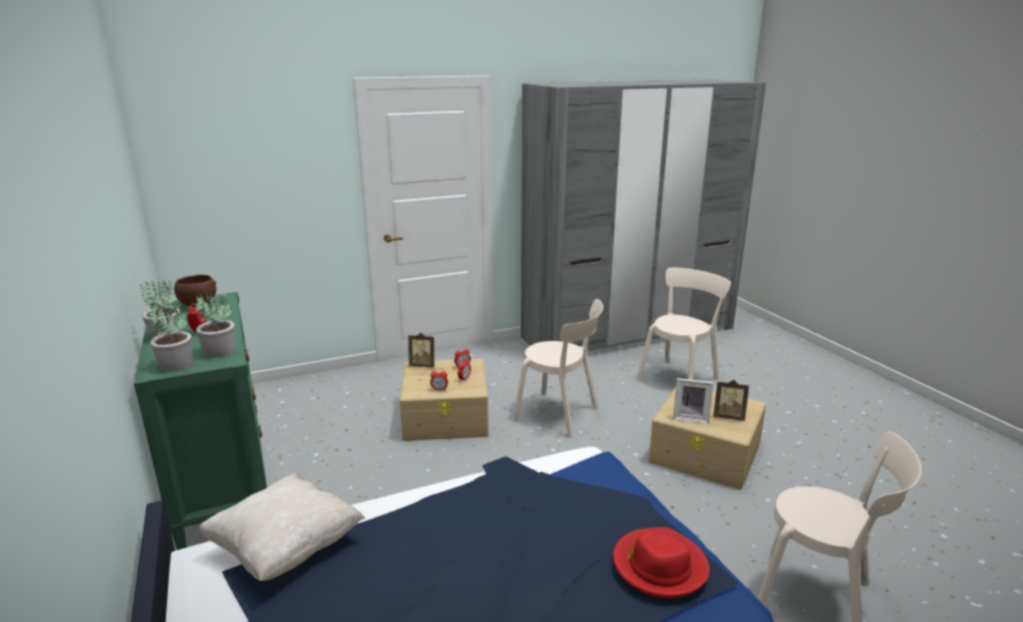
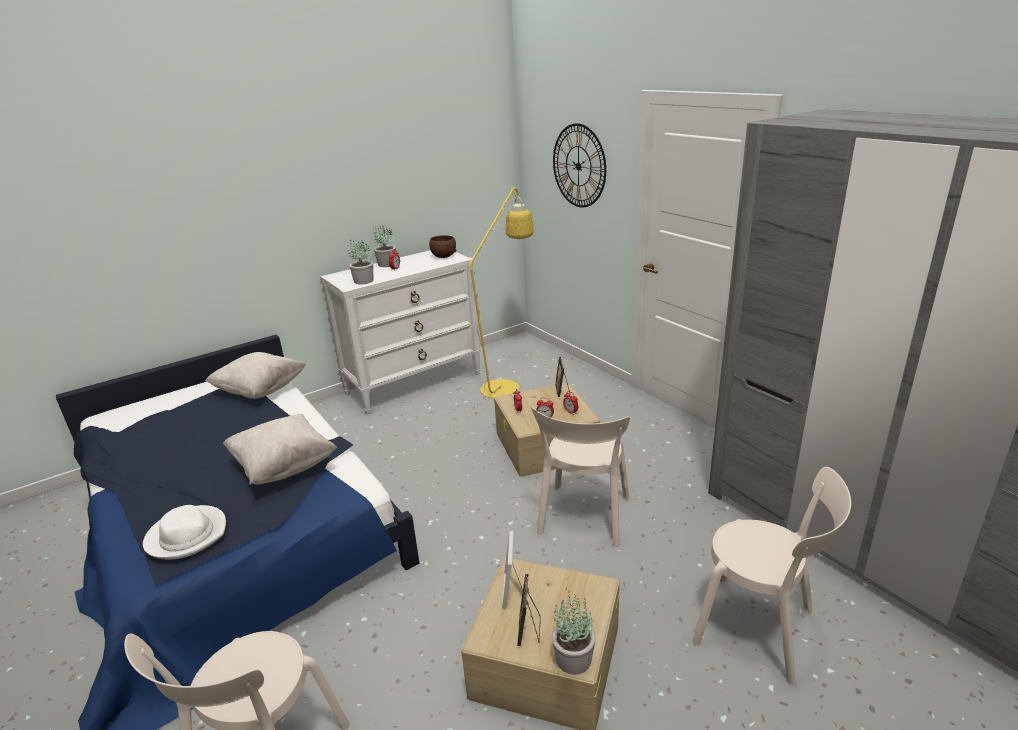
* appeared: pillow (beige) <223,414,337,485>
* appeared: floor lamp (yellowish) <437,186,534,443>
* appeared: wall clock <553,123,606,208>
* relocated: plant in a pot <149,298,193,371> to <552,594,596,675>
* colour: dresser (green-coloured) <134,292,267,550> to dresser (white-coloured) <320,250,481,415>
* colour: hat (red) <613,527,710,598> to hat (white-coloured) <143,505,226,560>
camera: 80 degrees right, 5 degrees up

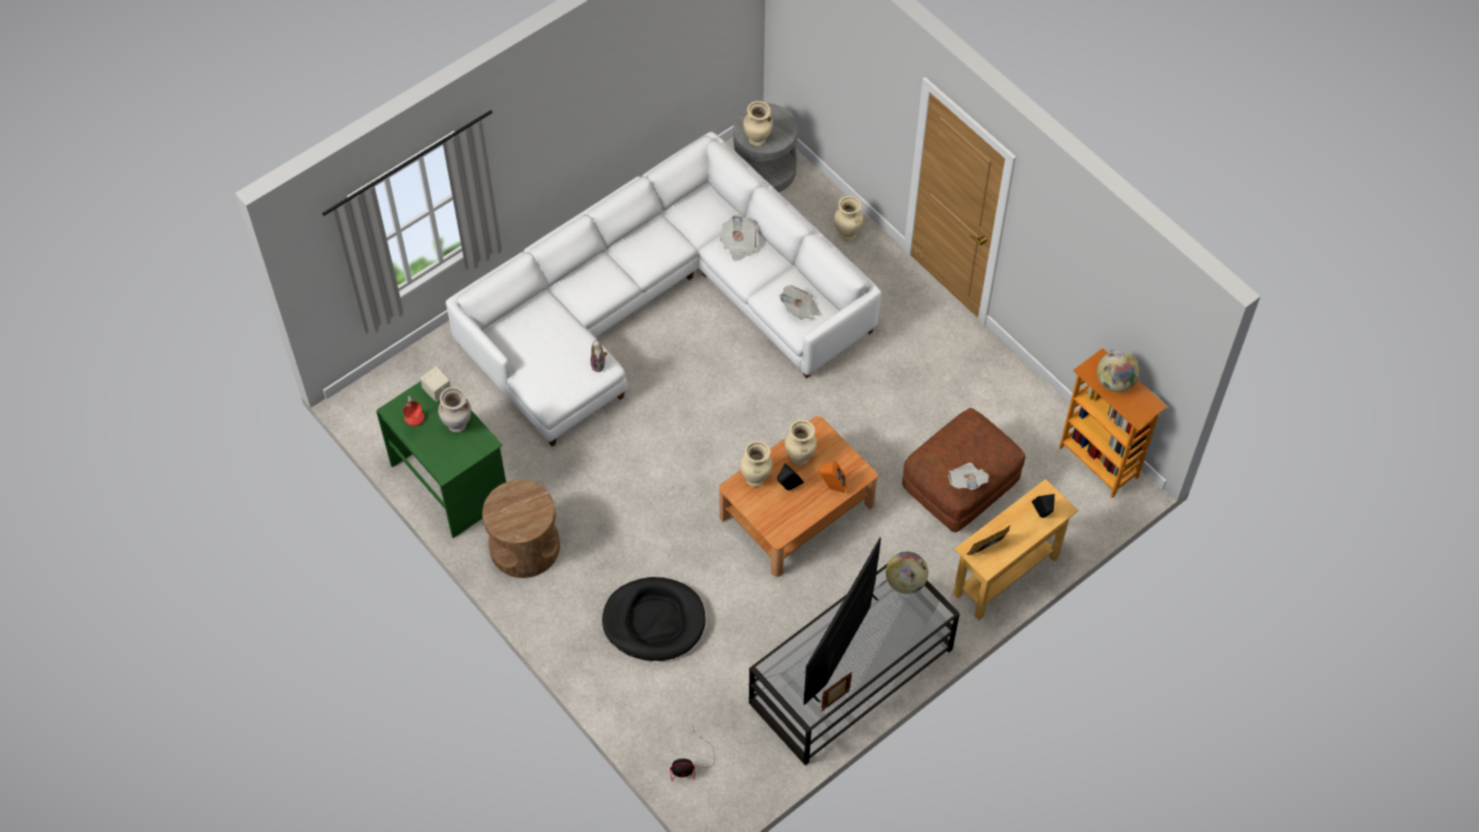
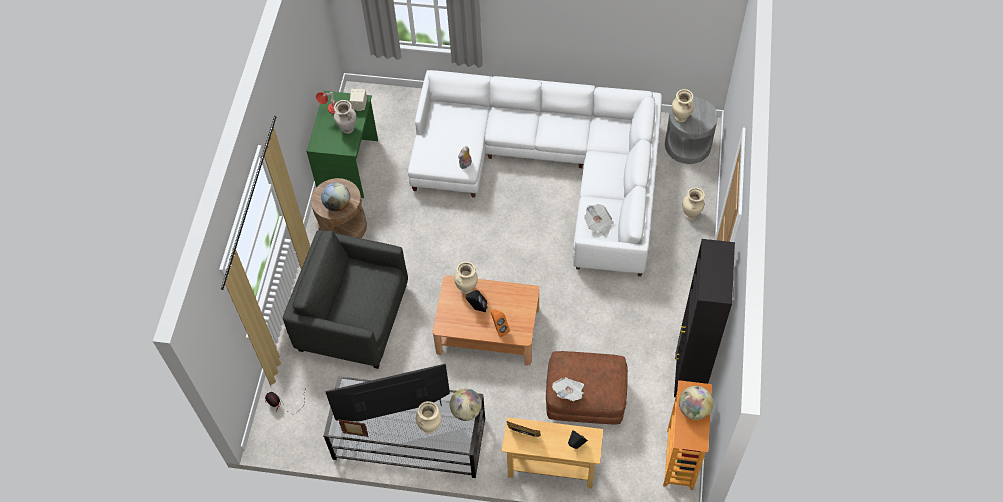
* missing: daily paper <720,215,757,261>
* appeared: globe <321,183,350,211>
* appeared: cabinet (blackish) <674,239,735,397>
* relocated: decorative vase (beige) <785,420,817,466> to <416,401,441,434>
* exchanged: dog bed (blackish) <602,577,706,661> to easy chair (greyish) <283,230,408,369>
camera: 50 degrees right, 0 degrees up

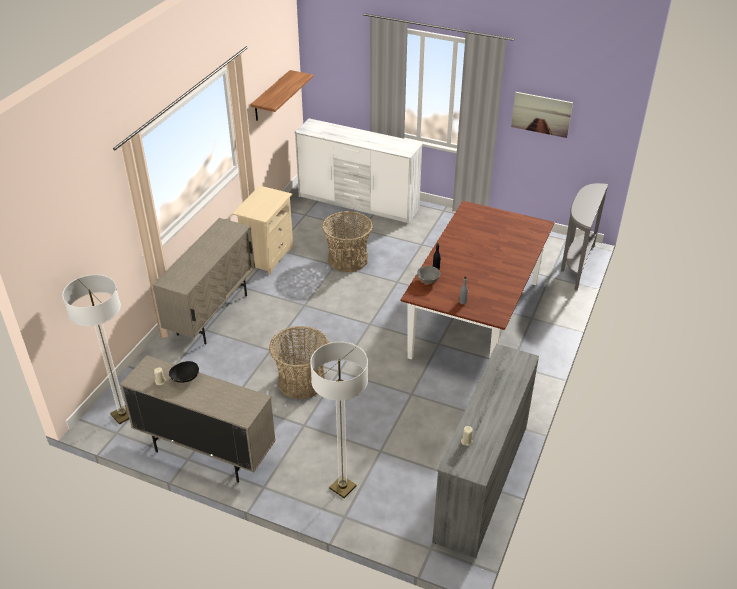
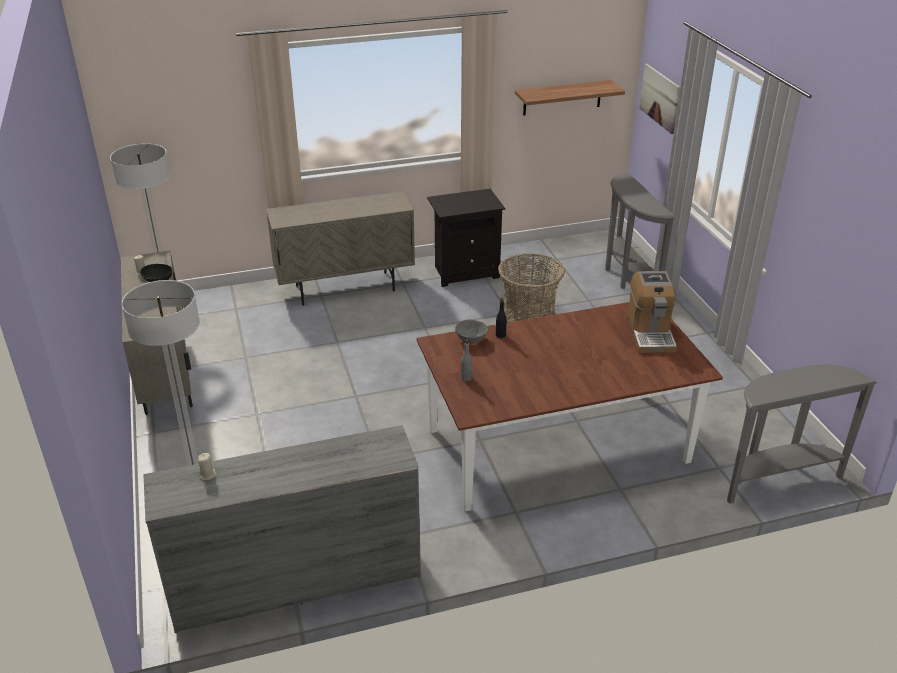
* missing: household basket <269,326,329,399>
* appeared: coffee maker <627,271,677,353>
* relocated: picture <511,92,573,138> to <639,64,680,134>
* exchanged: dresser (white-coloured) <294,118,423,224> to narrow table (greyish) <605,172,675,289>
* colour: nightstand (beige) <232,186,293,274> to nightstand (blackish) <427,189,505,287>
camera: 50 degrees right, 5 degrees down

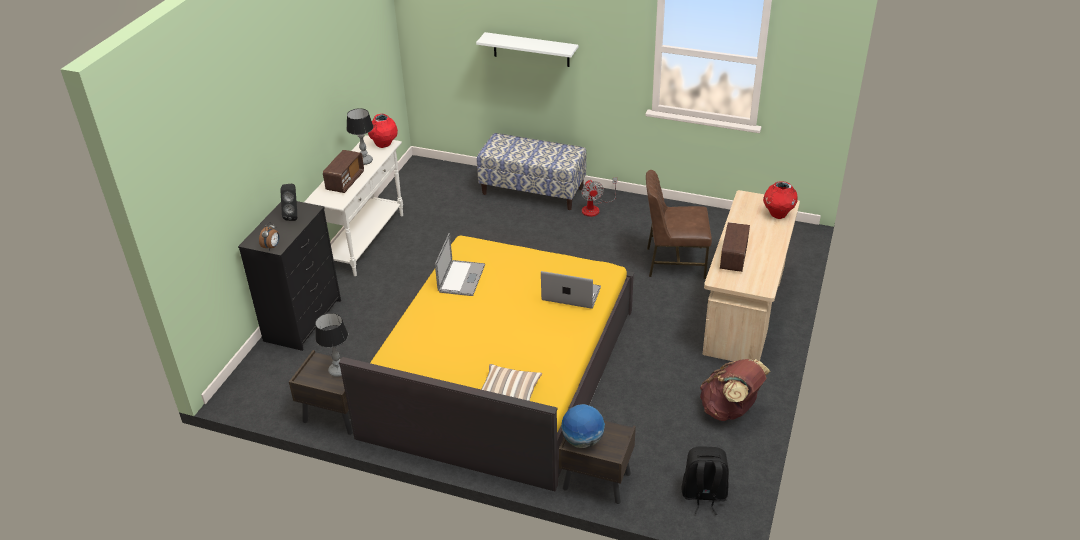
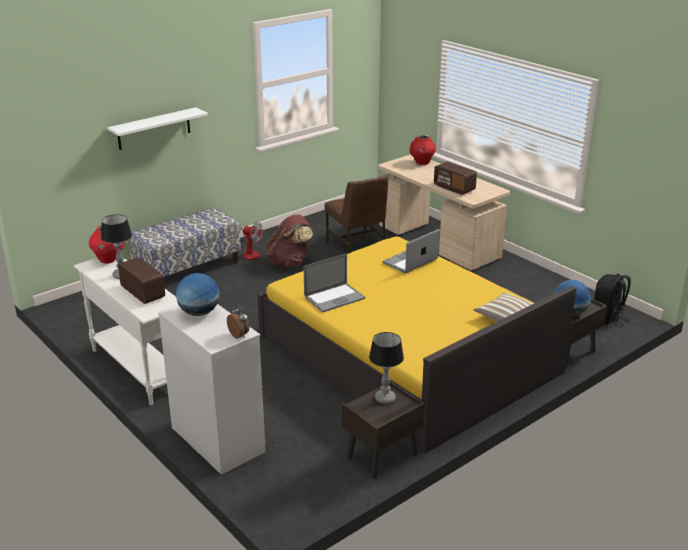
* relocated: knapsack (brown-coloured) <700,359,771,421> to <265,214,313,267>
* exchanged: loudspeaker (blackish) <280,184,297,221> to globe <176,273,219,316>
* colour: dresser (blackish) <238,201,341,351> to dresser (white-coloured) <158,304,266,475>
* spun: portable computer <435,233,485,296> = <304,254,365,312> 105 degrees clockwise
* spun: upright chair (brown-coloured) <646,170,712,279> = <325,174,388,253> 60 degrees counterclockwise
camera: 60 degrees left, 10 degrees down

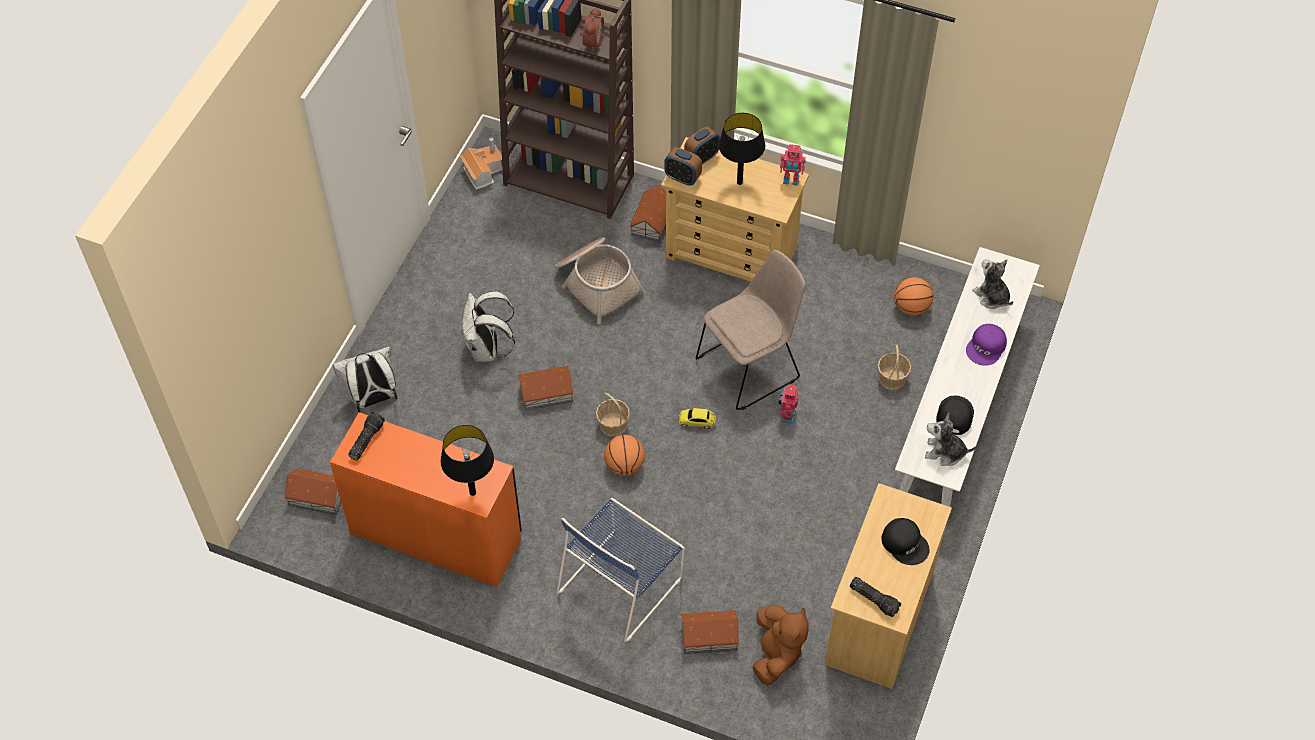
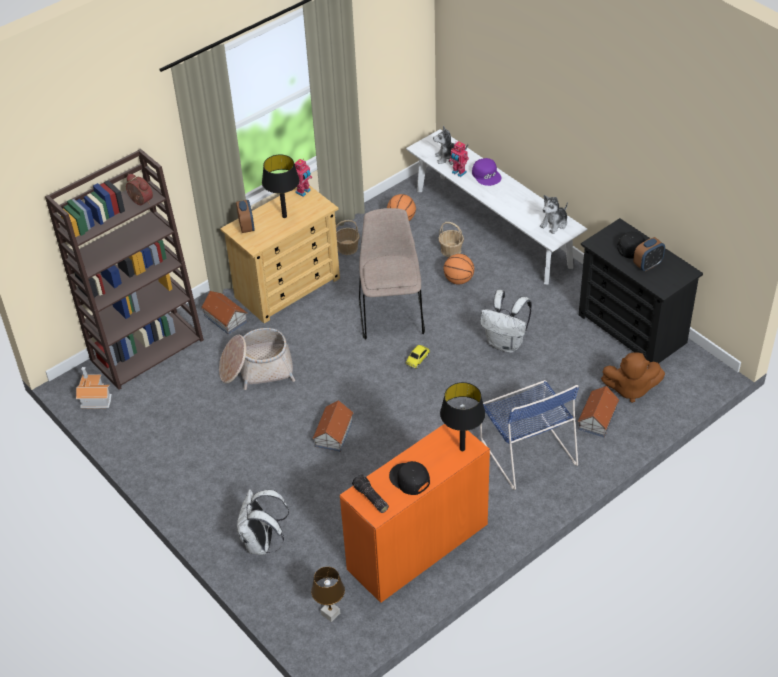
* missing: flashlight <850,577,901,617>
* relocated: knapsack (white-coloured) <461,291,515,362> to <480,290,532,353>
* relocated: household basket <596,392,630,437> to <336,220,360,255>
* relocated: basketball ball <604,435,645,476> to <444,254,474,285>
* relocated: bedside clock <664,147,702,186> to <633,237,665,271>
* relocated: model robot <778,384,799,424> to <449,141,469,177>
* relocated: peaked cap (blackish) <936,396,974,435> to <389,461,430,495>
* exchanged: toy house <284,468,341,515> to tabletop lamp (brown-coloured) <311,567,345,622>
* colour: dresser (beige) <825,483,952,689> to dresser (blackish) <579,218,703,363>
* spun: cuddly toy (brown-coloured) <753,605,809,685> = <601,352,665,403> 150 degrees clockwise
camera: 60 degrees left, 10 degrees down

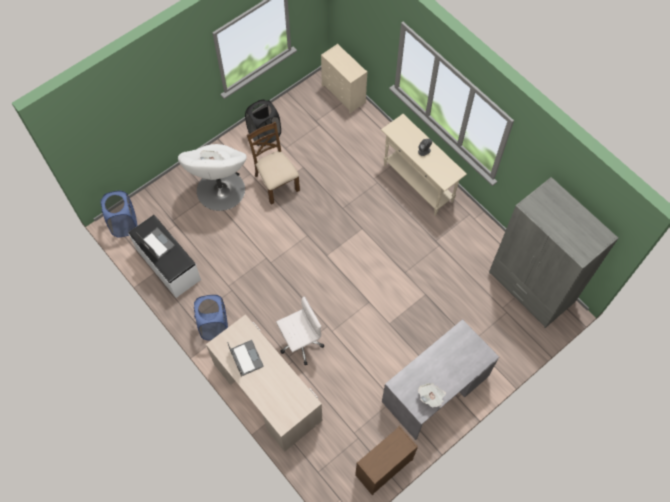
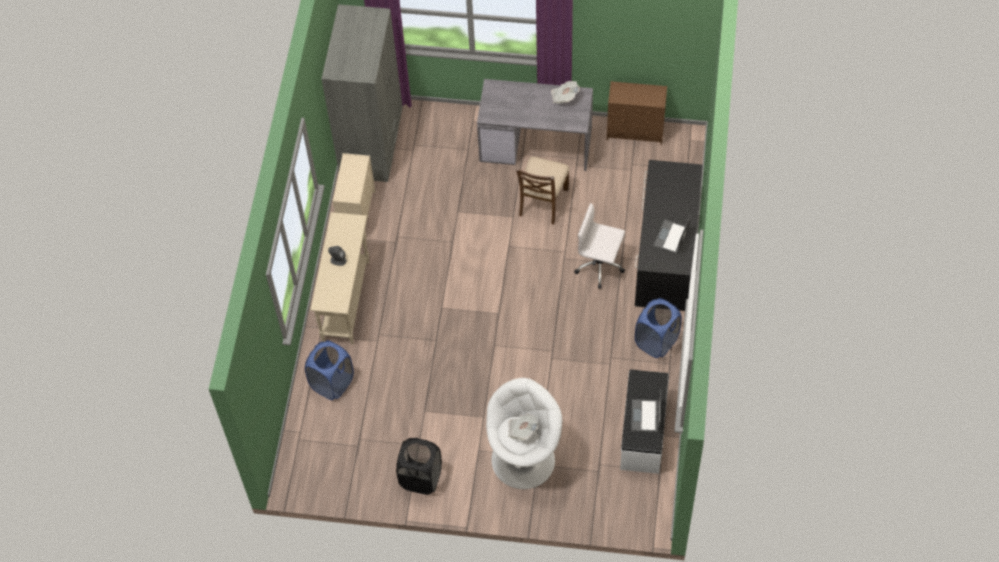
* relocated: hamper (blue-coloured) <101,191,138,237> to <305,340,354,400>
* relocated: upright chair (brown-coloured) <247,122,300,205> to <516,157,569,224>
* relocated: dresser (beige) <321,44,367,113> to <333,153,376,238>
* colour: desk unit (beige) <206,314,322,452> to desk unit (blackish) <635,160,703,311>
camera: 130 degrees left, 5 degrees down

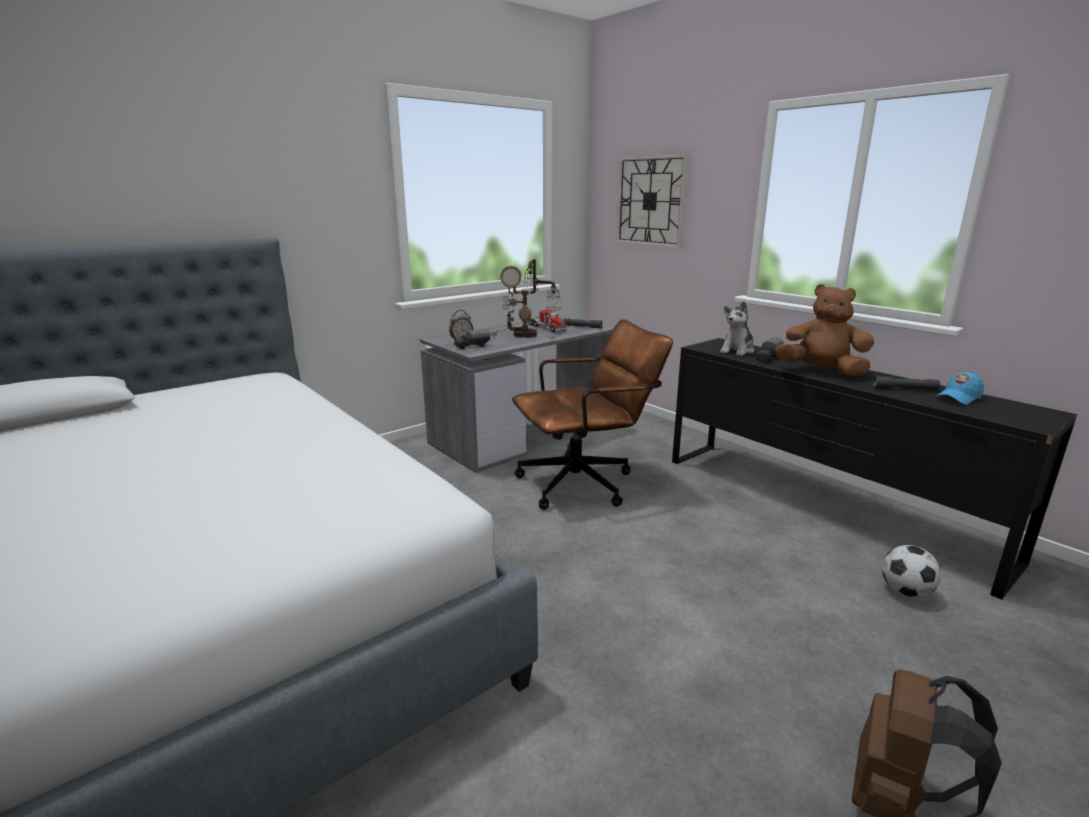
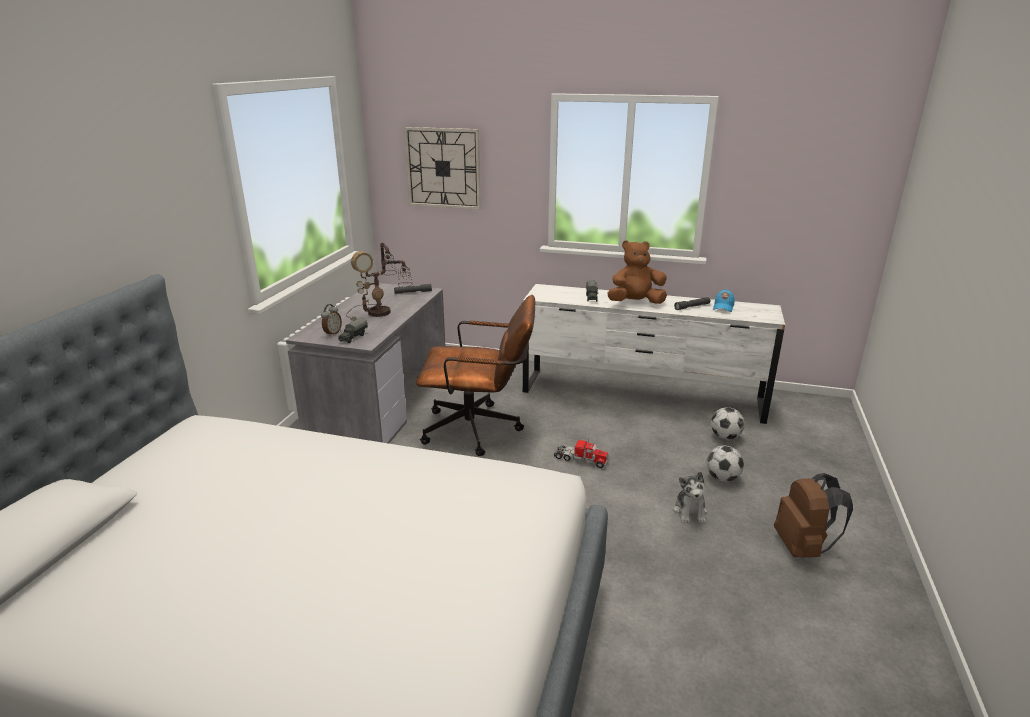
* appeared: football <706,445,744,482>
* relocated: toy lorry <528,307,567,333> to <554,438,609,468>
* relocated: cuddly toy <720,301,755,356> to <673,472,707,523>
* colour: dresser (blackish) <672,338,1077,600> to dresser (white-coloured) <523,284,785,424>
* spun: computer chair (brown-coloured) <512,319,673,510> = <416,295,535,456> 60 degrees clockwise
camera: 35 degrees left, 5 degrees up

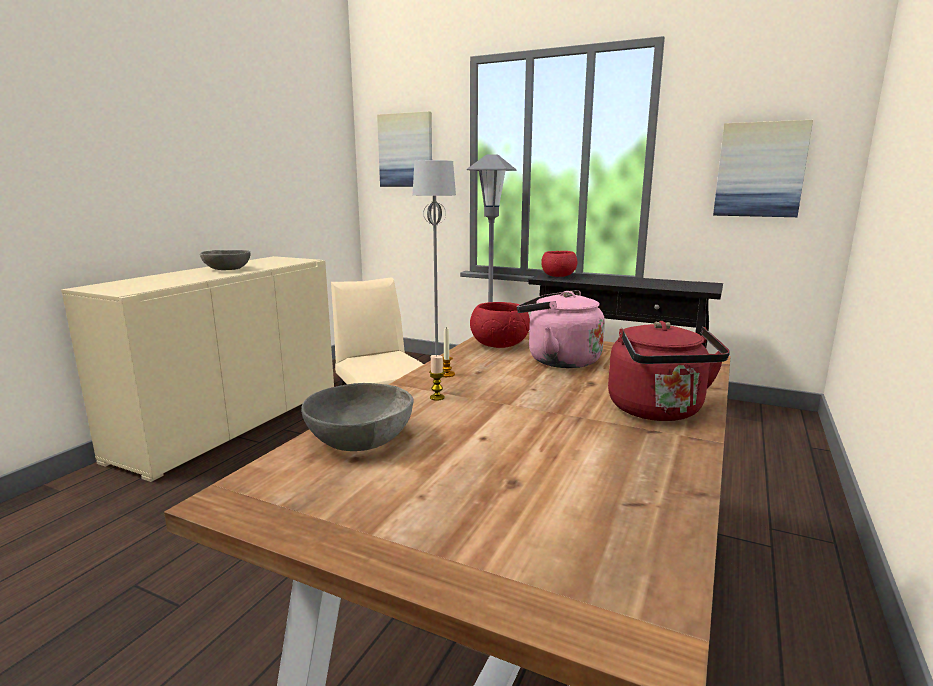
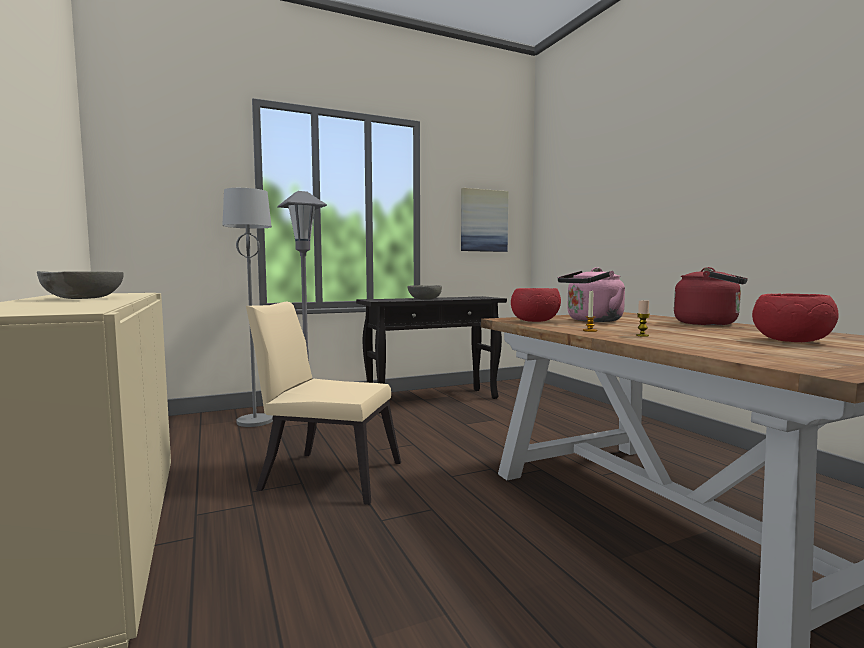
* missing: picture <377,111,432,187>
* relocated: deep dish (greyish) <301,383,414,451> to <408,285,442,300>
* relocated: deep dish (red) <541,251,577,277> to <752,294,839,342>
camera: 50 degrees left, 10 degrees down

